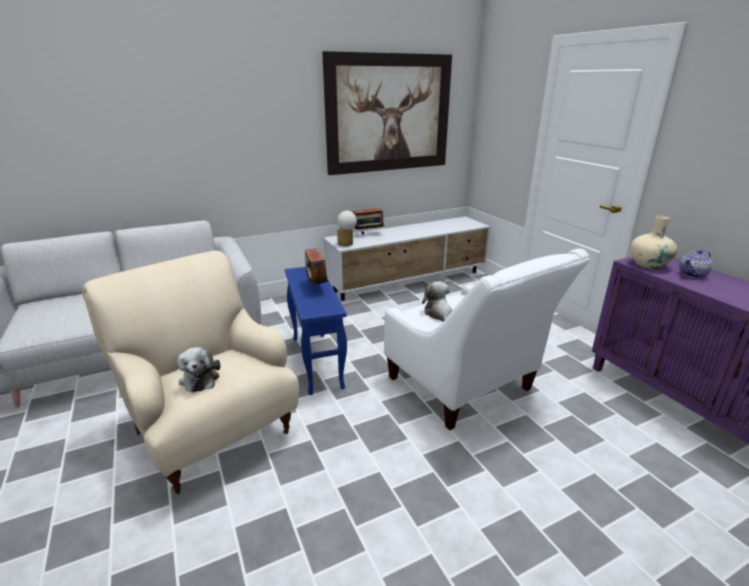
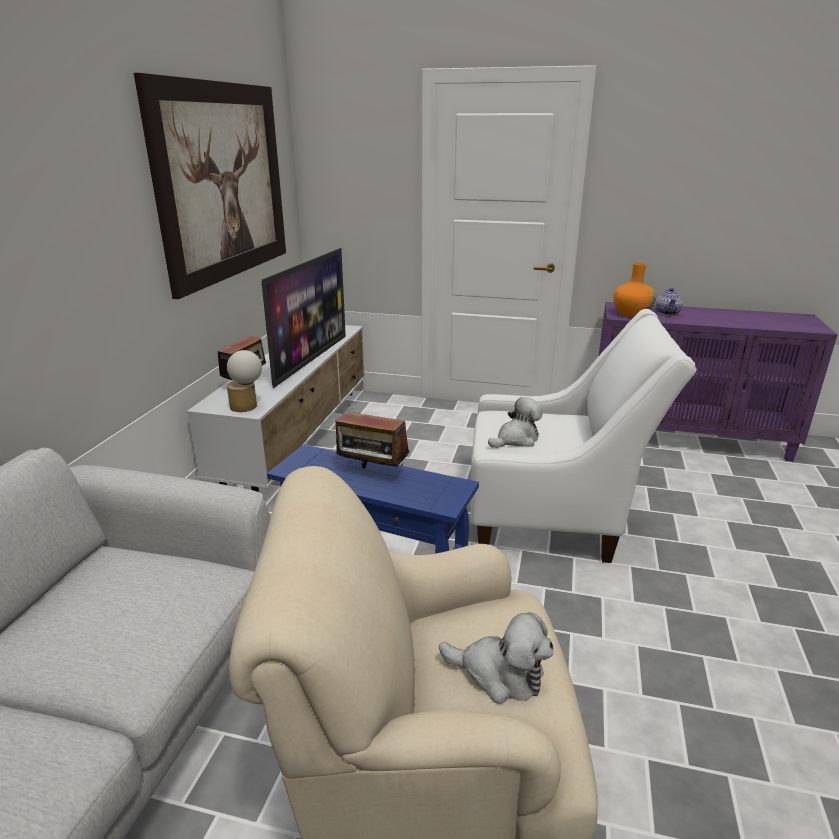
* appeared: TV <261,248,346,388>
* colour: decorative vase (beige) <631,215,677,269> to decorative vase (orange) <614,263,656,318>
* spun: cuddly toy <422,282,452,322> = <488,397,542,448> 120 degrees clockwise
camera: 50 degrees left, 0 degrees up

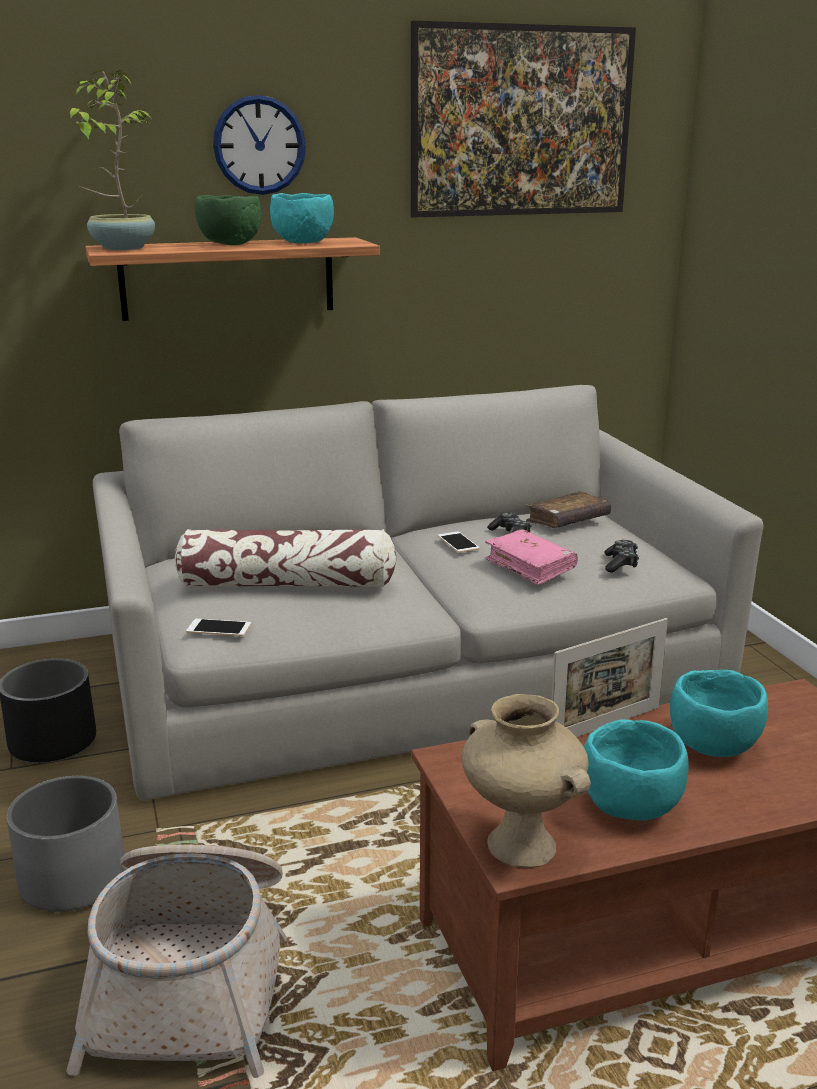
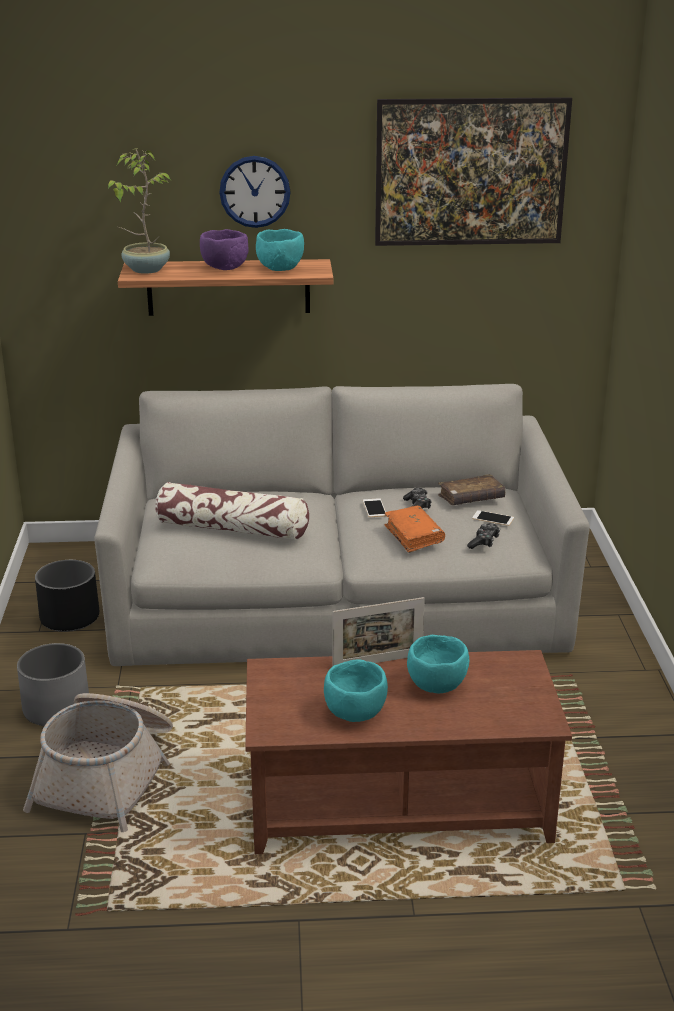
* missing: decorative vase (beige) <462,694,591,868>
* relocated: handset <186,619,251,636> to <472,510,514,526>
* colour: deep dish (green-coloured) <195,195,261,245> to deep dish (purple-coloured) <200,229,249,270>
* colour: volume (pinkish) <485,529,578,585> to volume (orange) <384,506,445,553>
camera: 15 degrees right, 5 degrees up

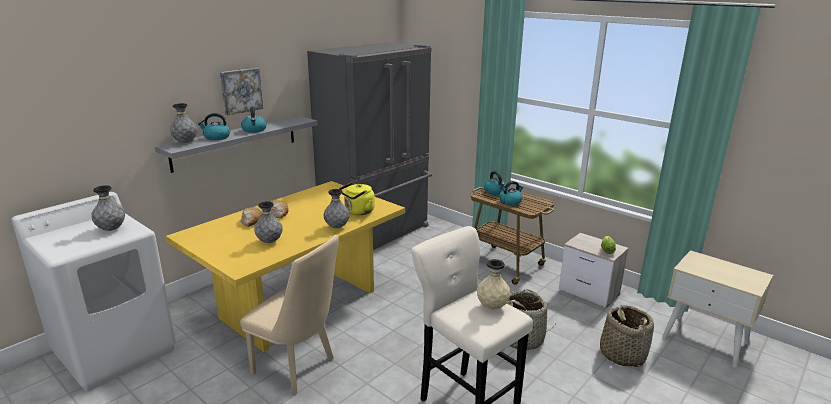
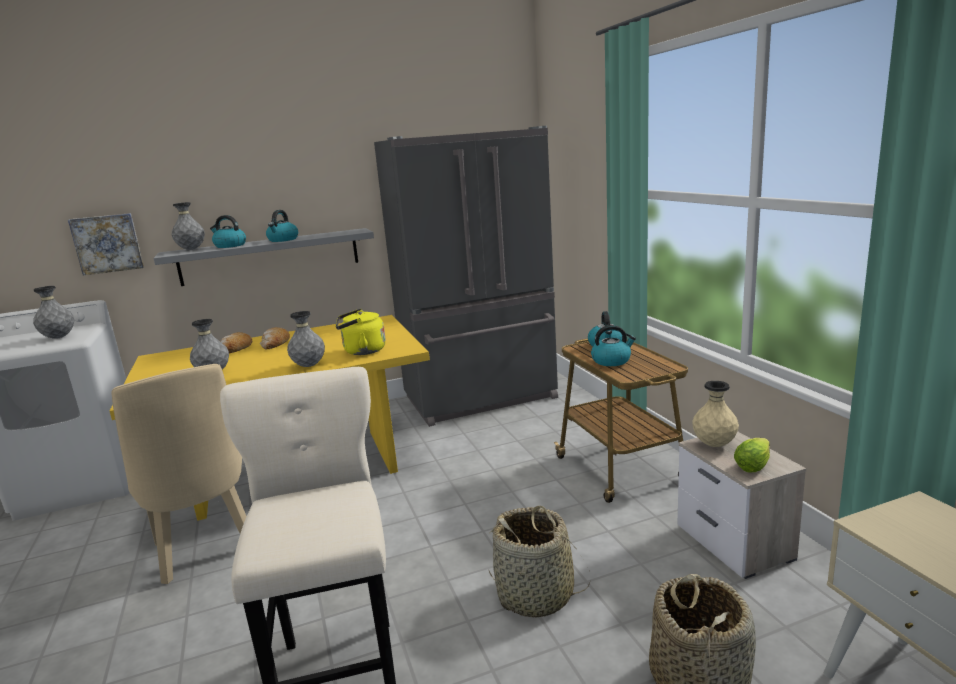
* relocated: picture <220,68,263,115> to <68,213,144,275>
* relocated: decorative vase (beige) <477,259,511,310> to <692,381,739,447>
camera: 30 degrees right, 5 degrees down

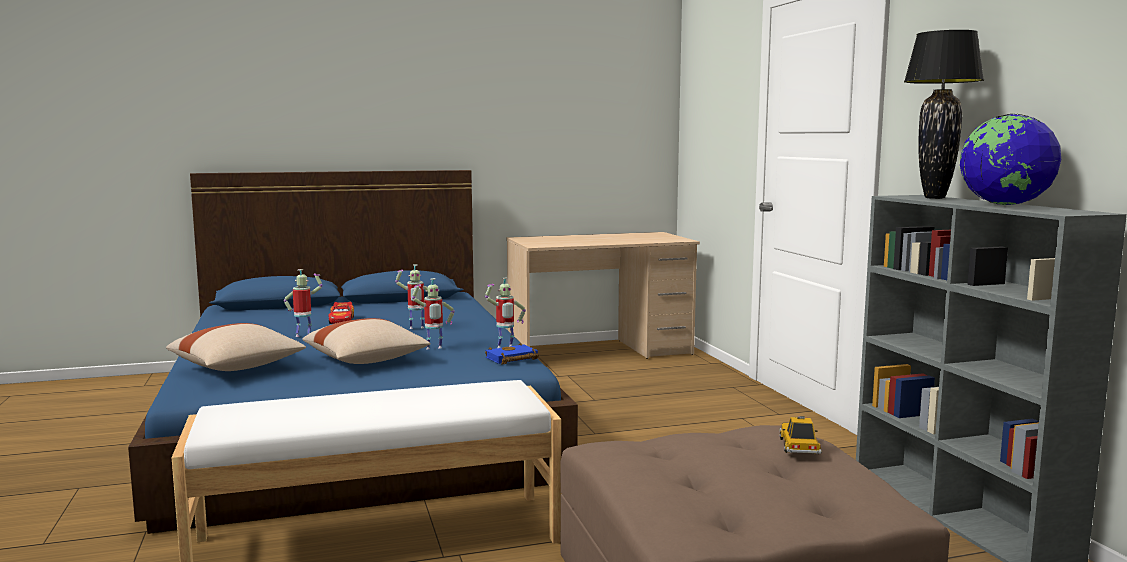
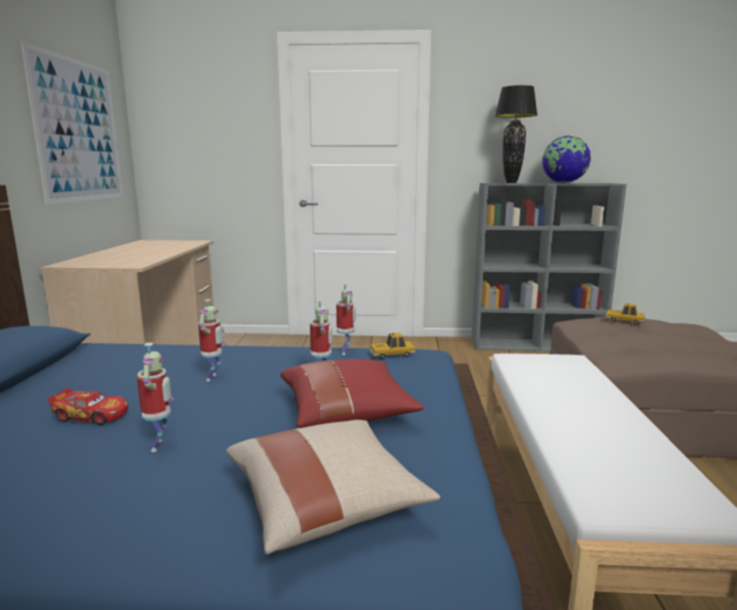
* appeared: picture <20,41,123,205>
* exchanged: volume (blue-coloured) <485,343,539,365> to toy car <369,333,416,359>
* colour: pillow (beige) <303,318,430,364> to pillow (red) <280,359,424,428>
* spun: model robot <284,269,323,337> = <137,343,174,452> 150 degrees clockwise
camera: 70 degrees left, 5 degrees up

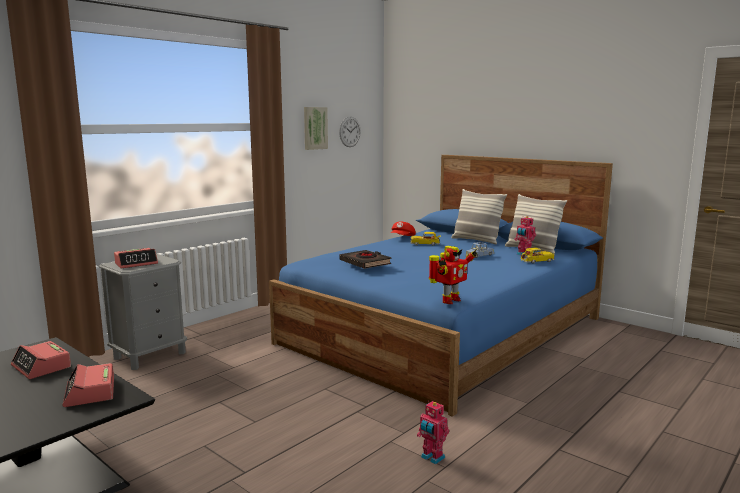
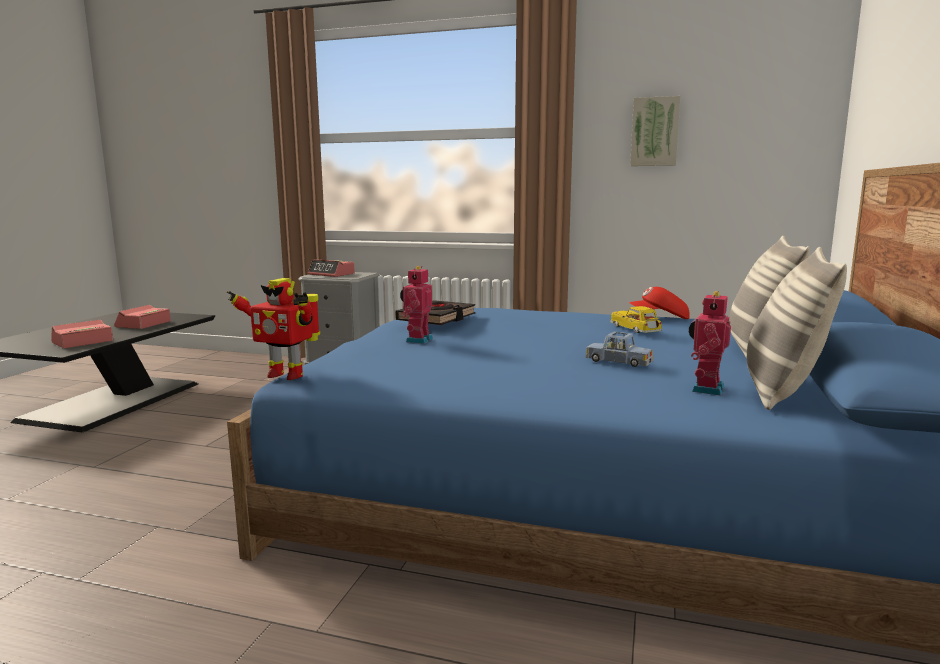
* missing: wall clock <339,117,361,147>
* missing: toy car <520,248,555,264>
* relocated: model robot <417,401,449,465> to <400,266,433,344>
camera: 65 degrees right, 0 degrees up

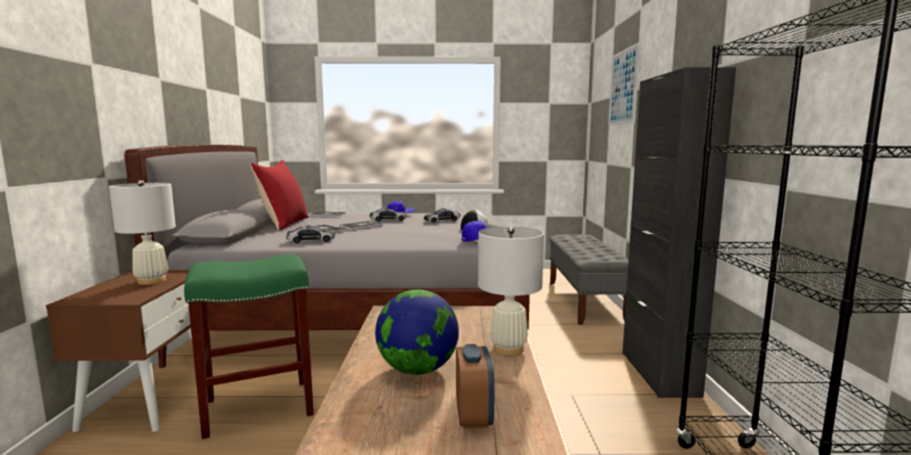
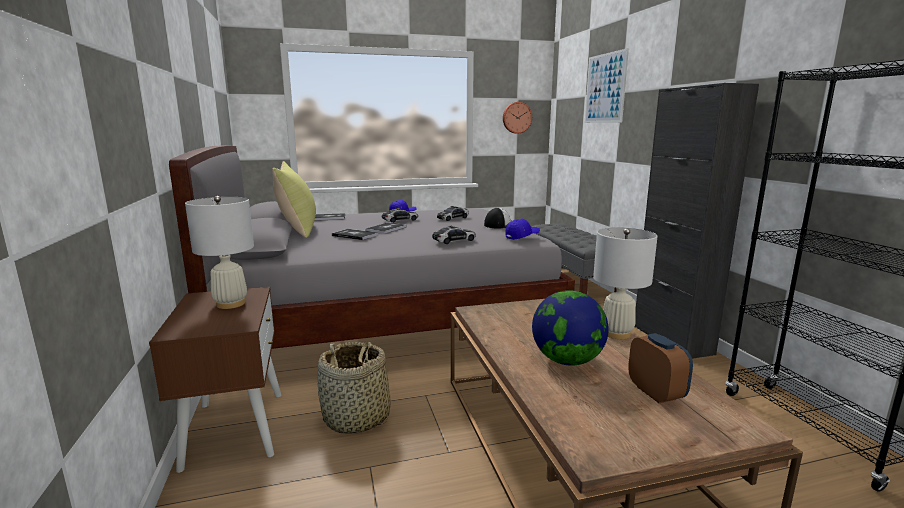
* appeared: wall clock <503,102,532,134>
* relocated: toy car <286,225,335,243> to <432,226,476,244>
* exchanged: stool seat (green-coloured) <184,254,314,439> to household basket <318,341,391,434>
* colour: pillow (red) <250,160,309,230> to pillow (yellowish) <272,161,316,238>
camera: 15 degrees left, 5 degrees up

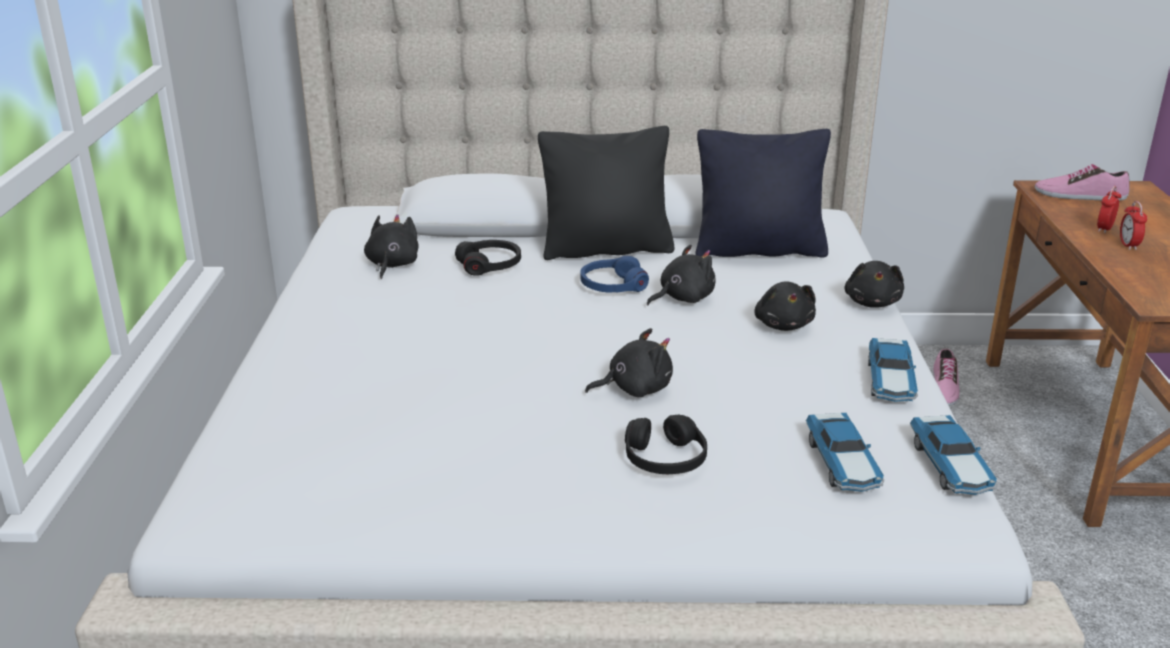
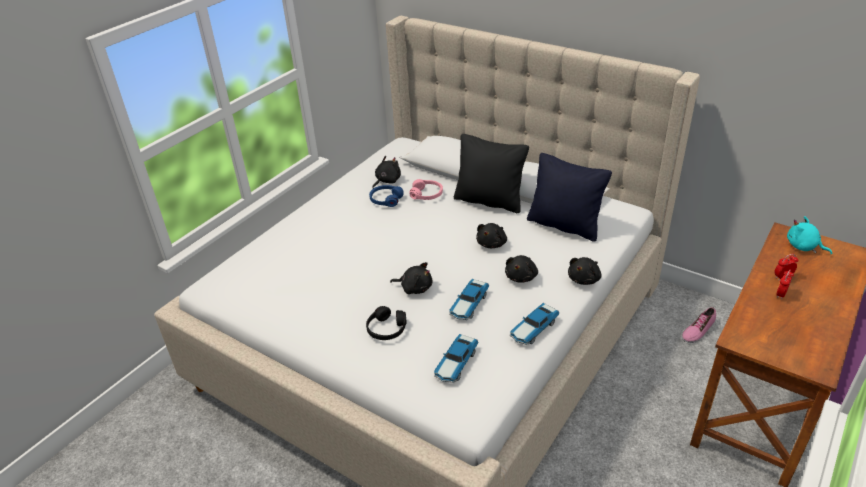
* relocated: pair of headphones (blue-coloured) <580,256,649,293> to <369,185,404,207>
* relocated: toy car <910,415,997,495> to <449,279,489,320>
* exchanged: shoe <1035,164,1130,201> to cuddly toy (turquoise-coloured) <787,216,832,254>
* colour: pair of headphones (blackish) <455,240,521,276> to pair of headphones (pinkish) <409,179,443,200>
* spun: cuddly toy (blackish) <647,245,716,305> = <476,223,507,248> 120 degrees clockwise
camera: 35 degrees right, 10 degrees up

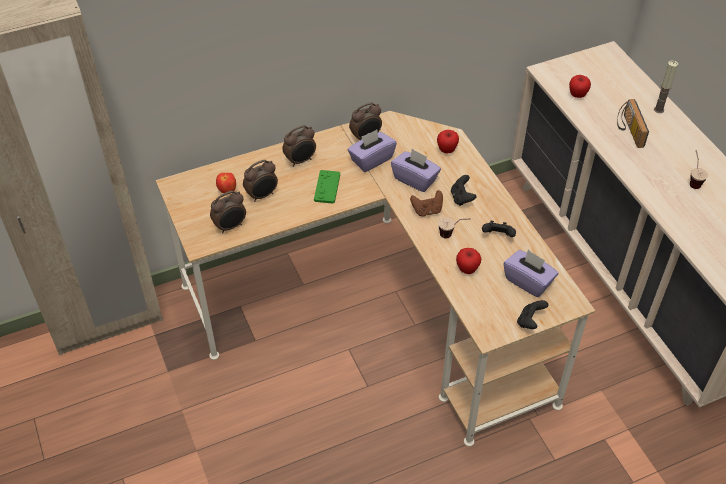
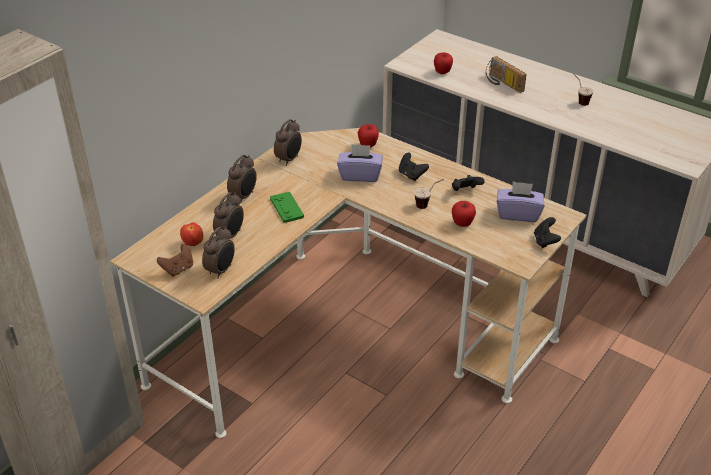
* missing: box of tissues (purple-coloured) <347,130,397,172>
* missing: candle <654,60,678,113>
* relocated: joypad (brown-coloured) <410,190,443,217> to <157,244,193,277>
camera: 30 degrees left, 10 degrees down

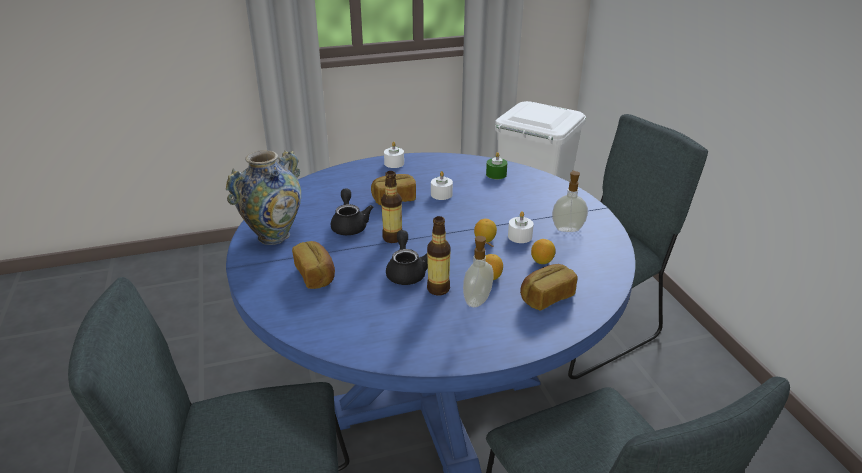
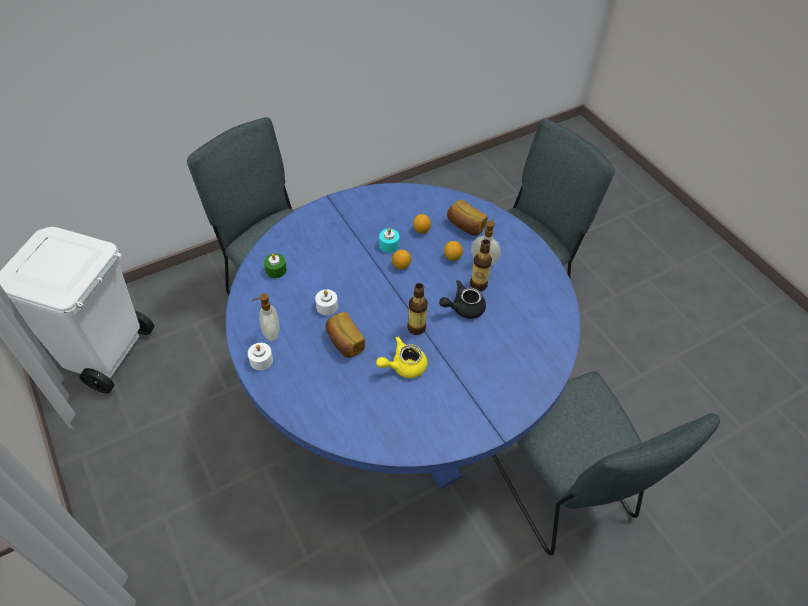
* missing: decorative vase <226,150,301,245>
* missing: bakery bread <292,241,335,289>
* relocated: soap dispenser <552,170,588,232> to <252,293,279,341>
* colour: tea pot (blackish) <331,188,373,235> to tea pot (yellowish) <376,337,427,378>
* colour: candle (white-coloured) <508,211,534,243> to candle (turquoise-coloured) <379,228,399,253>
camera: 105 degrees left, 20 degrees up

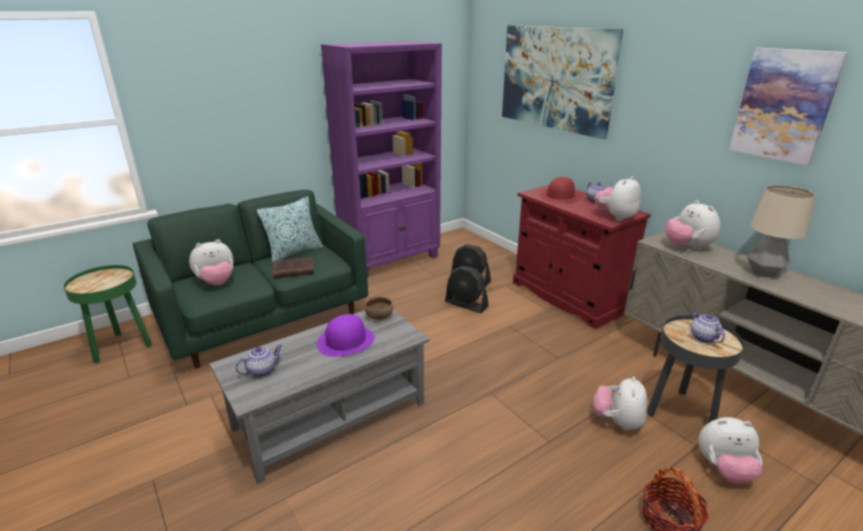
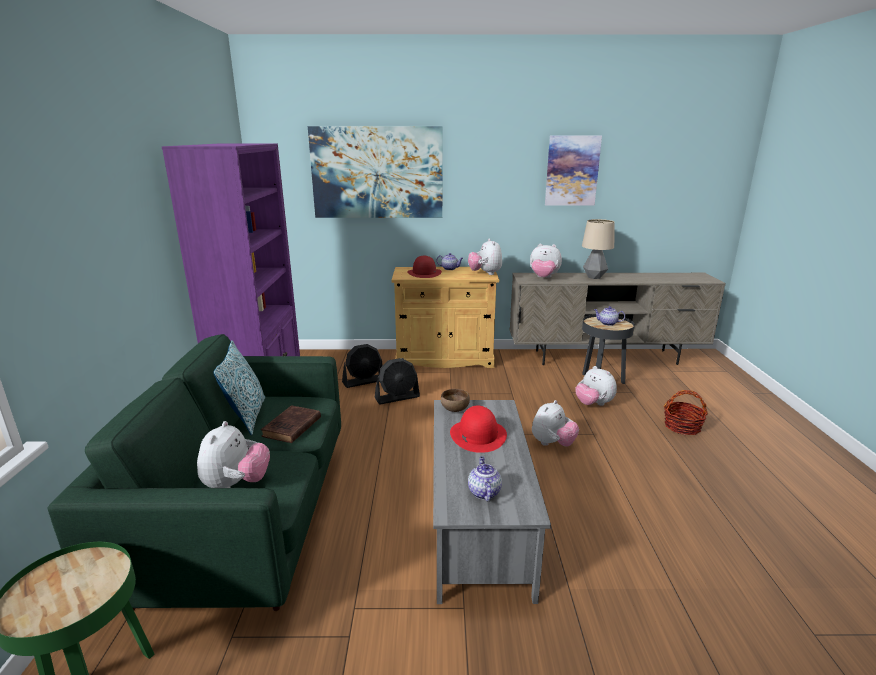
* relocated: cuddly toy <698,417,762,484> to <532,400,579,447>
* colour: hat (purple-coloured) <317,314,375,357> to hat (red) <450,405,507,453>
* colour: cabinet (red) <513,185,651,329> to cabinet (beige) <392,267,499,368>
camera: 55 degrees left, 5 degrees down

